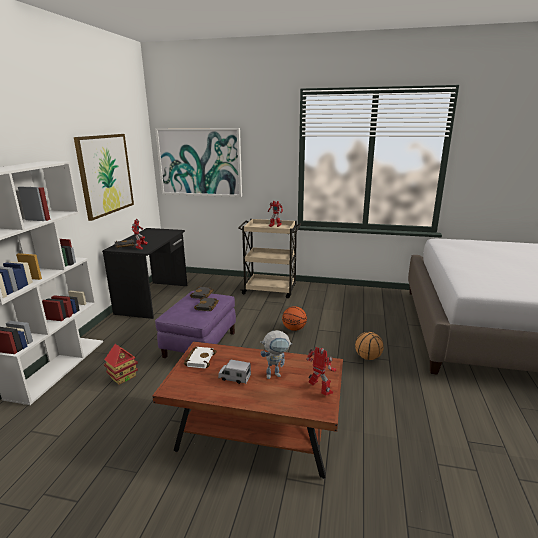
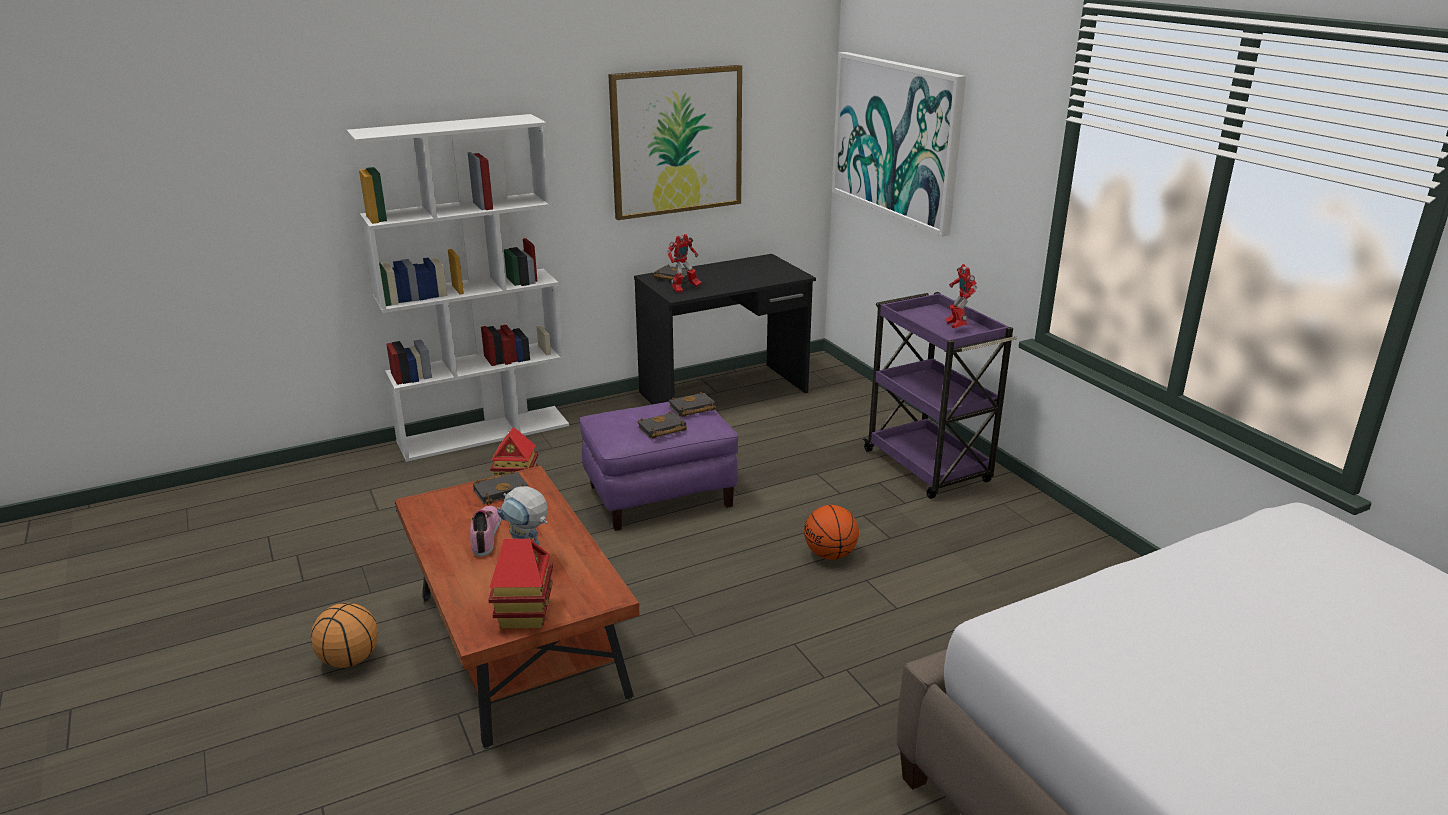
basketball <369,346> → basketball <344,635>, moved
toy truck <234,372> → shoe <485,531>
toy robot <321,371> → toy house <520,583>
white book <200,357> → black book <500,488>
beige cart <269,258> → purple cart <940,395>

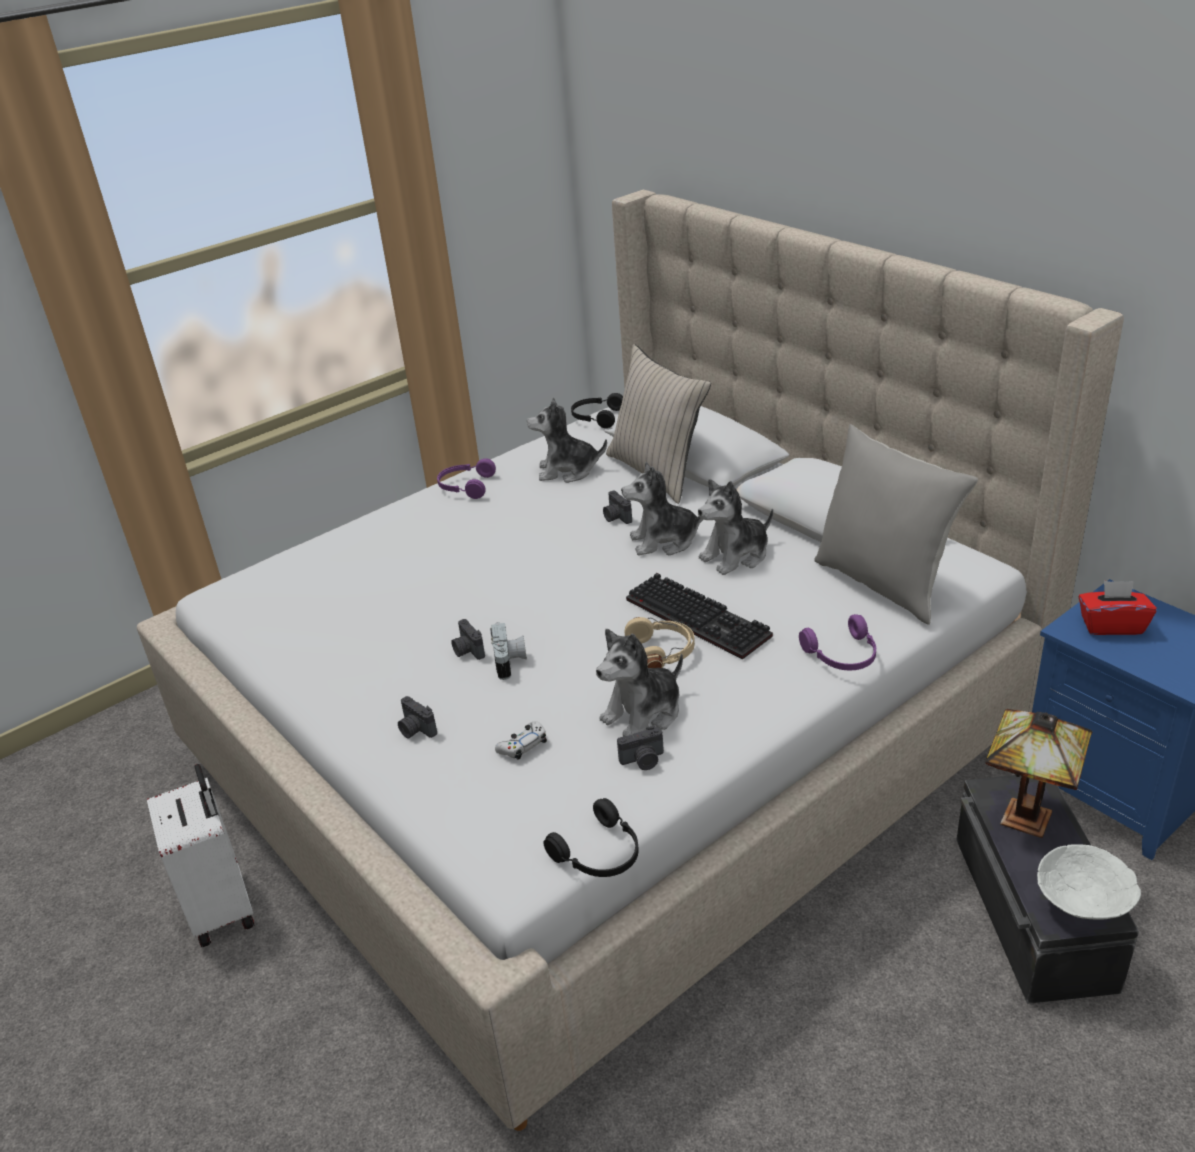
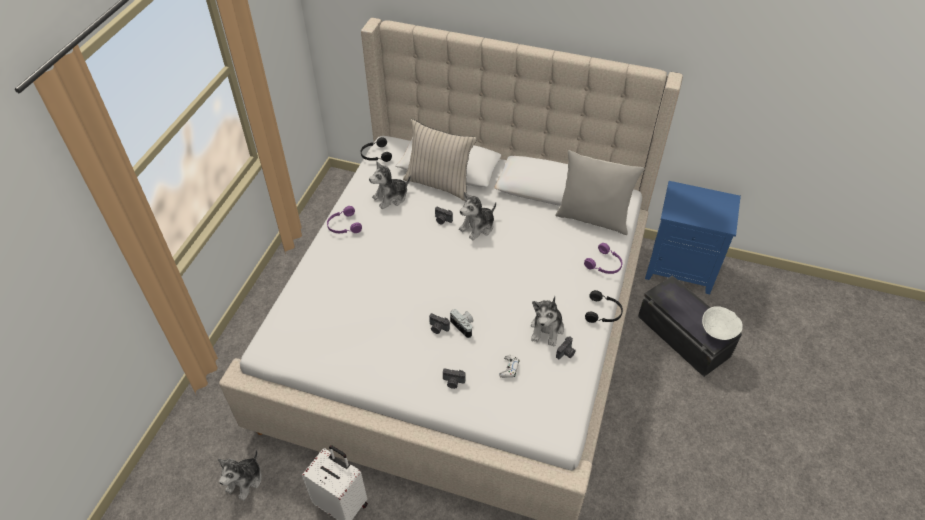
beige headphones <660,642> → -
keyboard <699,616> → -
table lamp <1038,773> → -
red tissue box <1118,608> → -
black headphones <591,837> → black headphones <604,306>, moved
plush toy <735,527> → plush toy <240,475>, moved

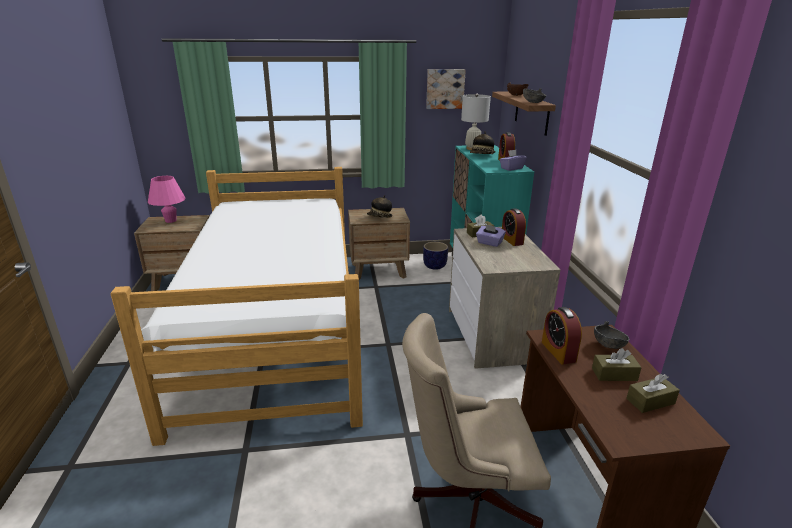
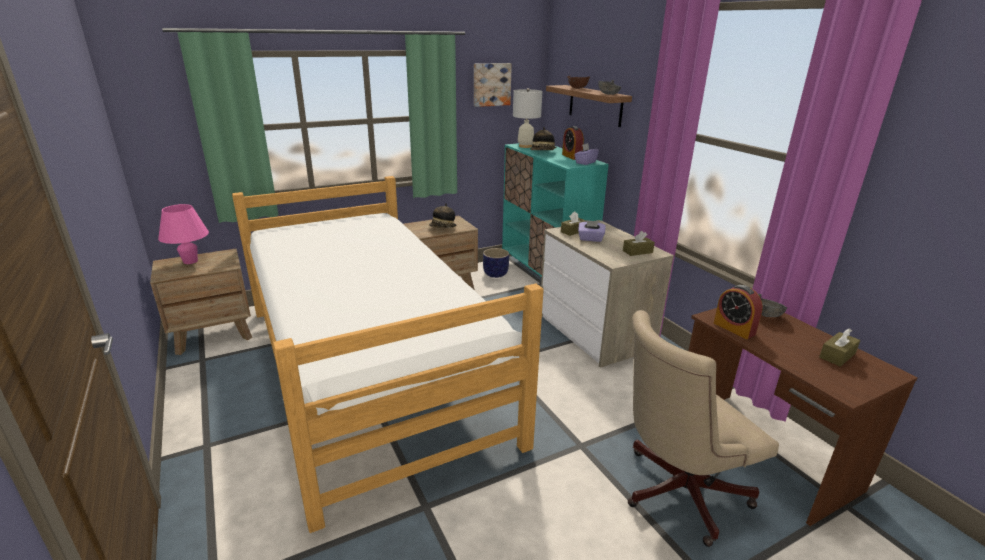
alarm clock <514,227> → -
brown tissue box <617,364> → brown tissue box <639,243>, moved

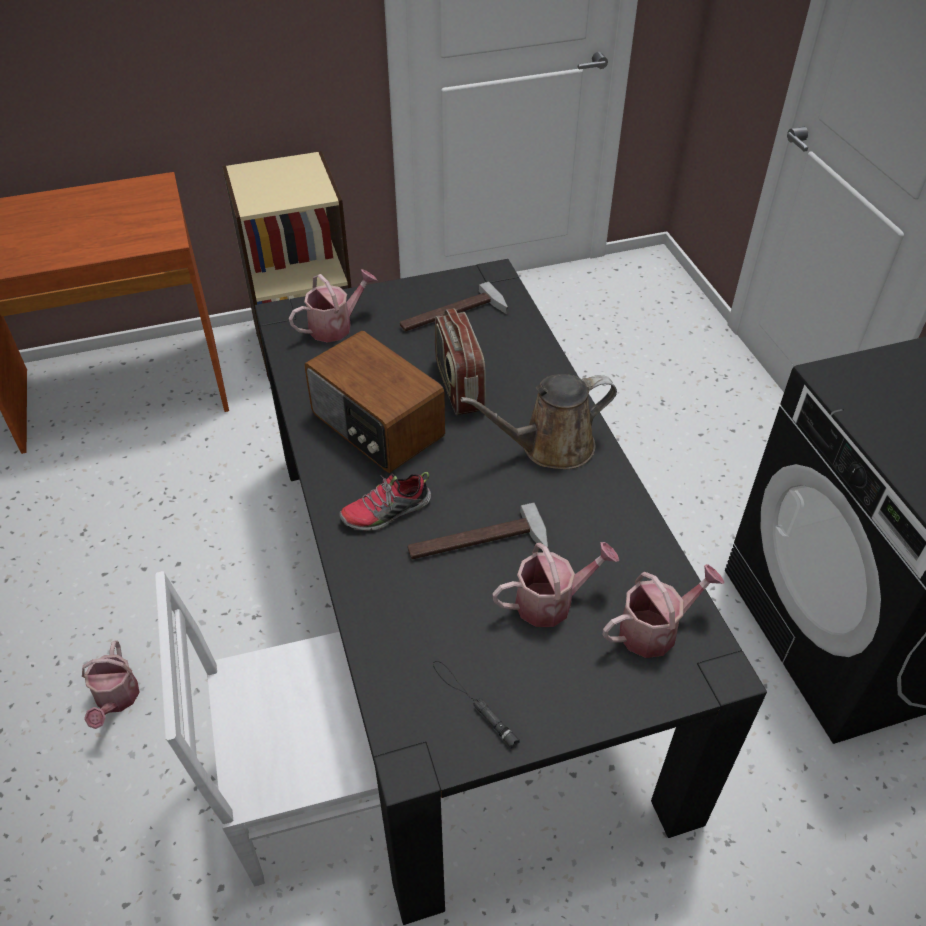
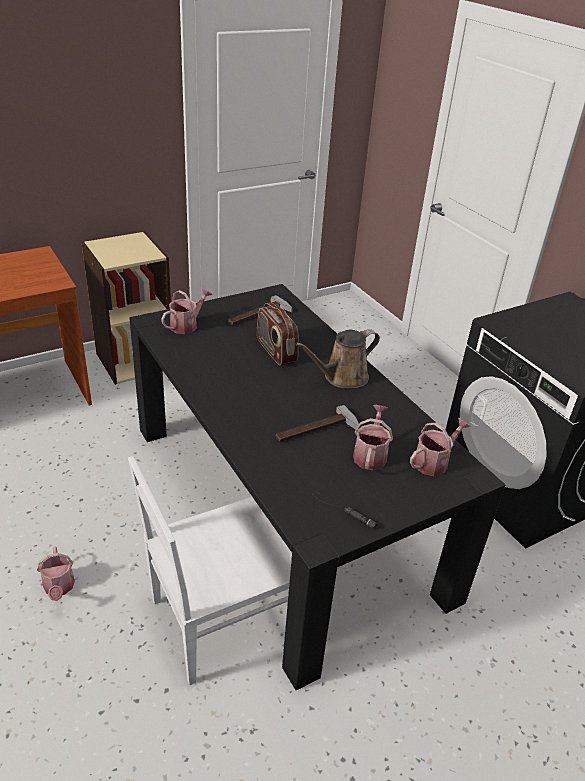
radio <374,402> → -
shoe <385,501> → -
watering can <555,584> → watering can <373,437>, 45 degrees counterclockwise

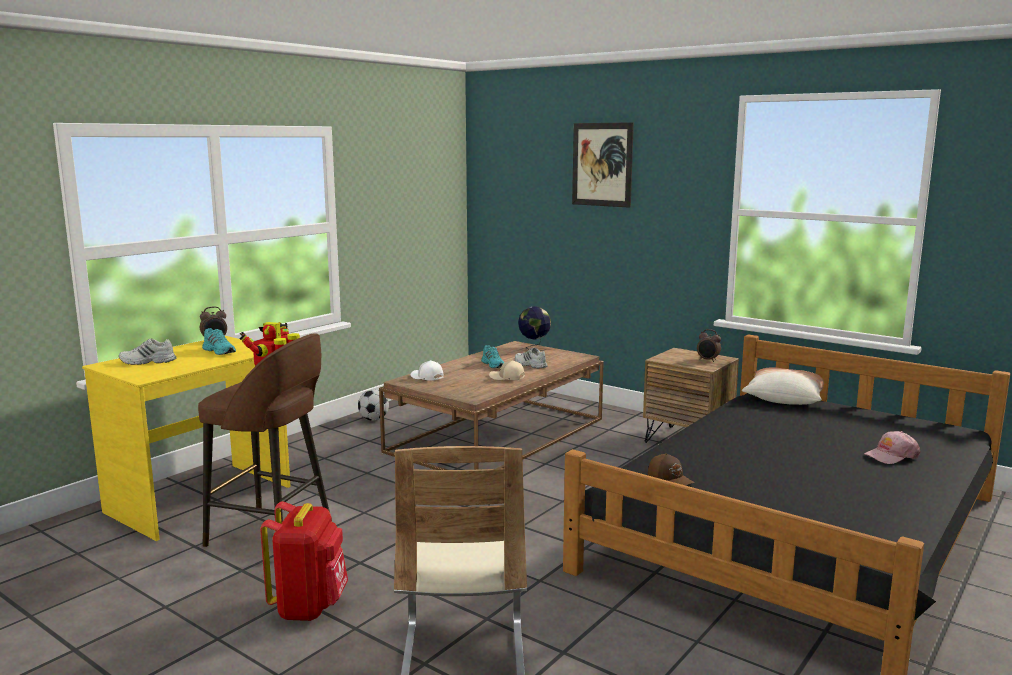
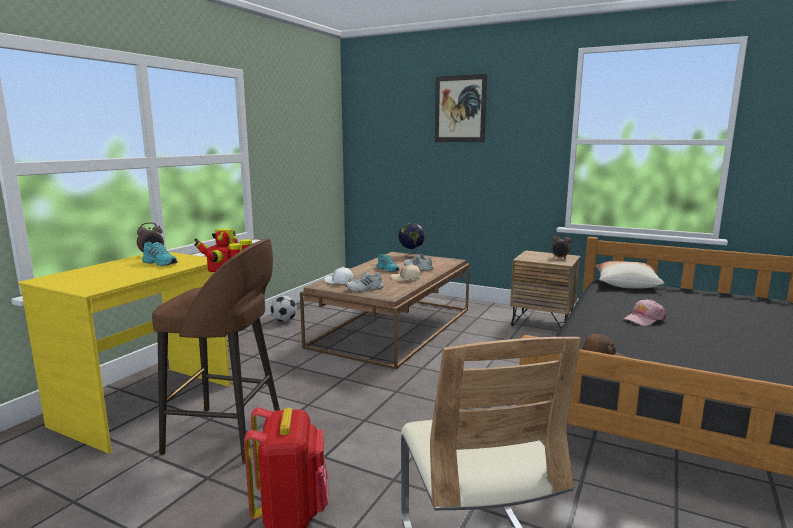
white shoe <147,352> → white shoe <365,282>, moved
pink cap <892,447> → pink cap <645,312>, moved

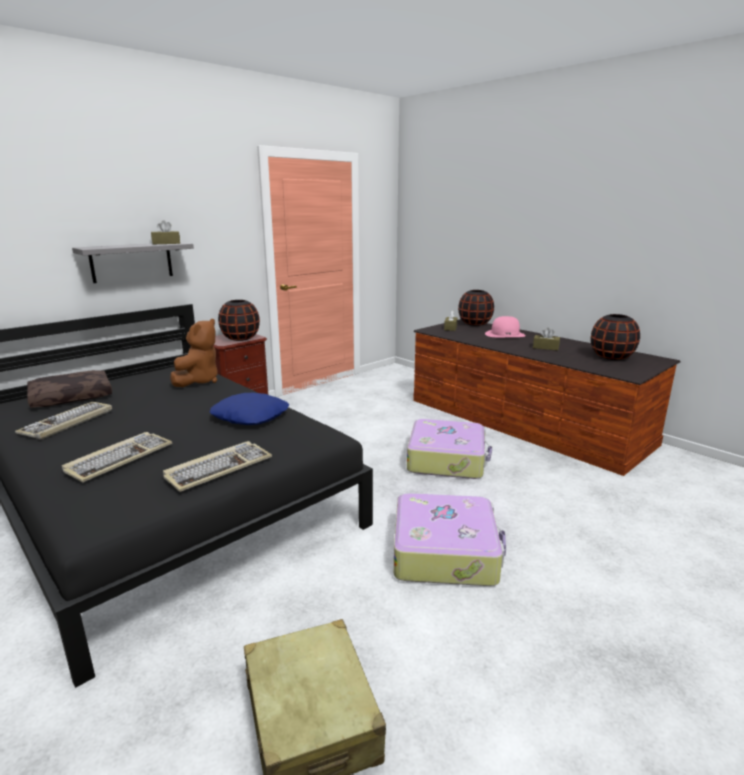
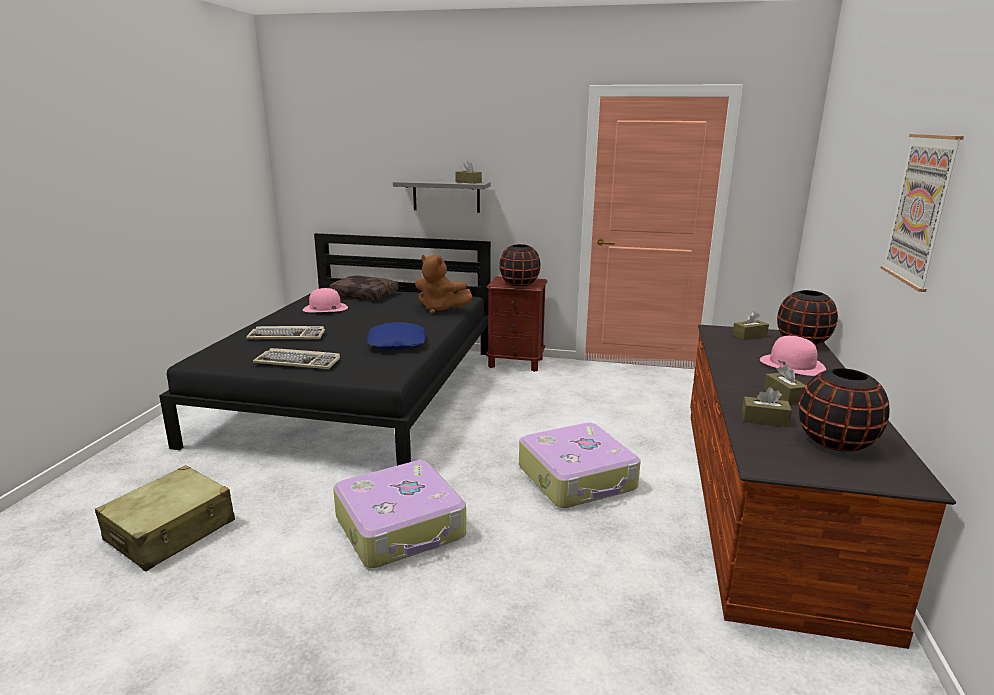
- → brown tissue box <767,407>
- → picture <922,213>
keyboard <63,421> → pink hat <325,300>
brown plush toy <194,353> → brown plush toy <444,284>, 45 degrees clockwise

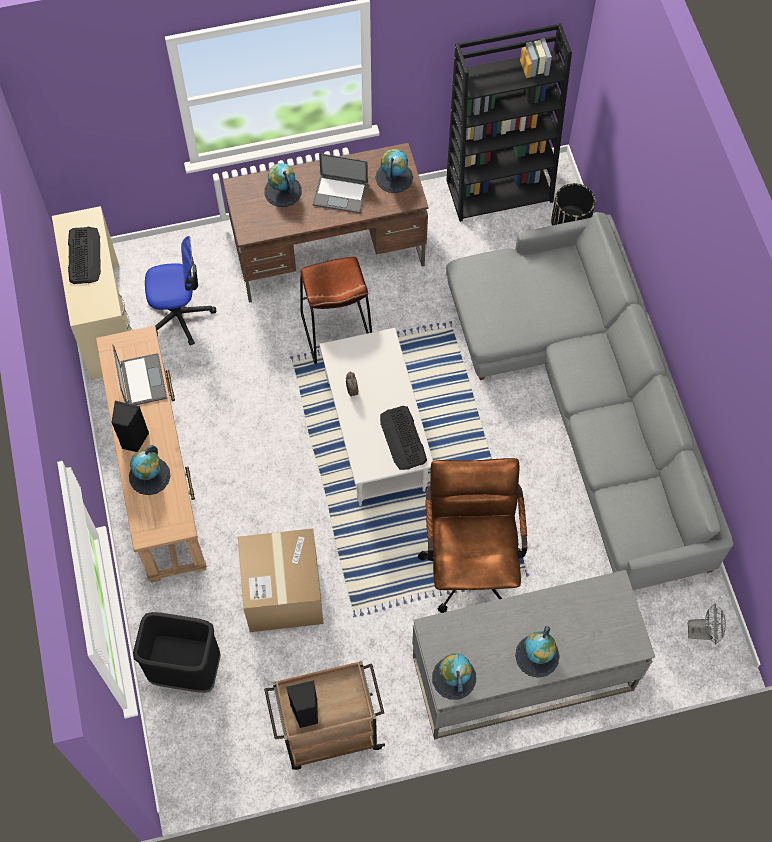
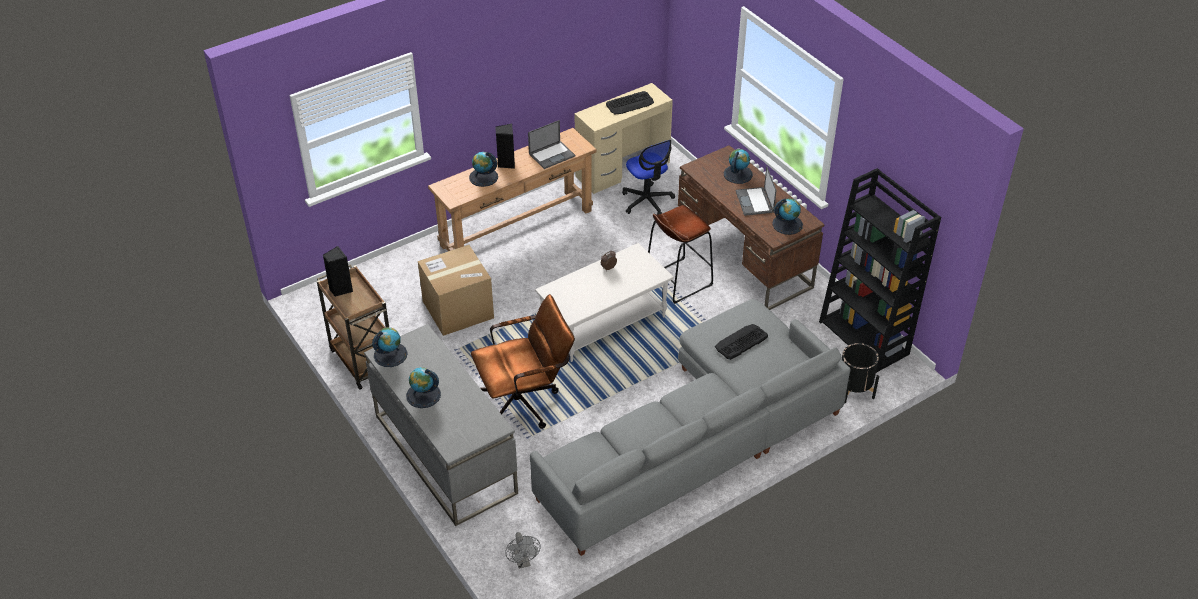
black trash can <177,652> → -
keyboard <403,438> → keyboard <741,342>, moved

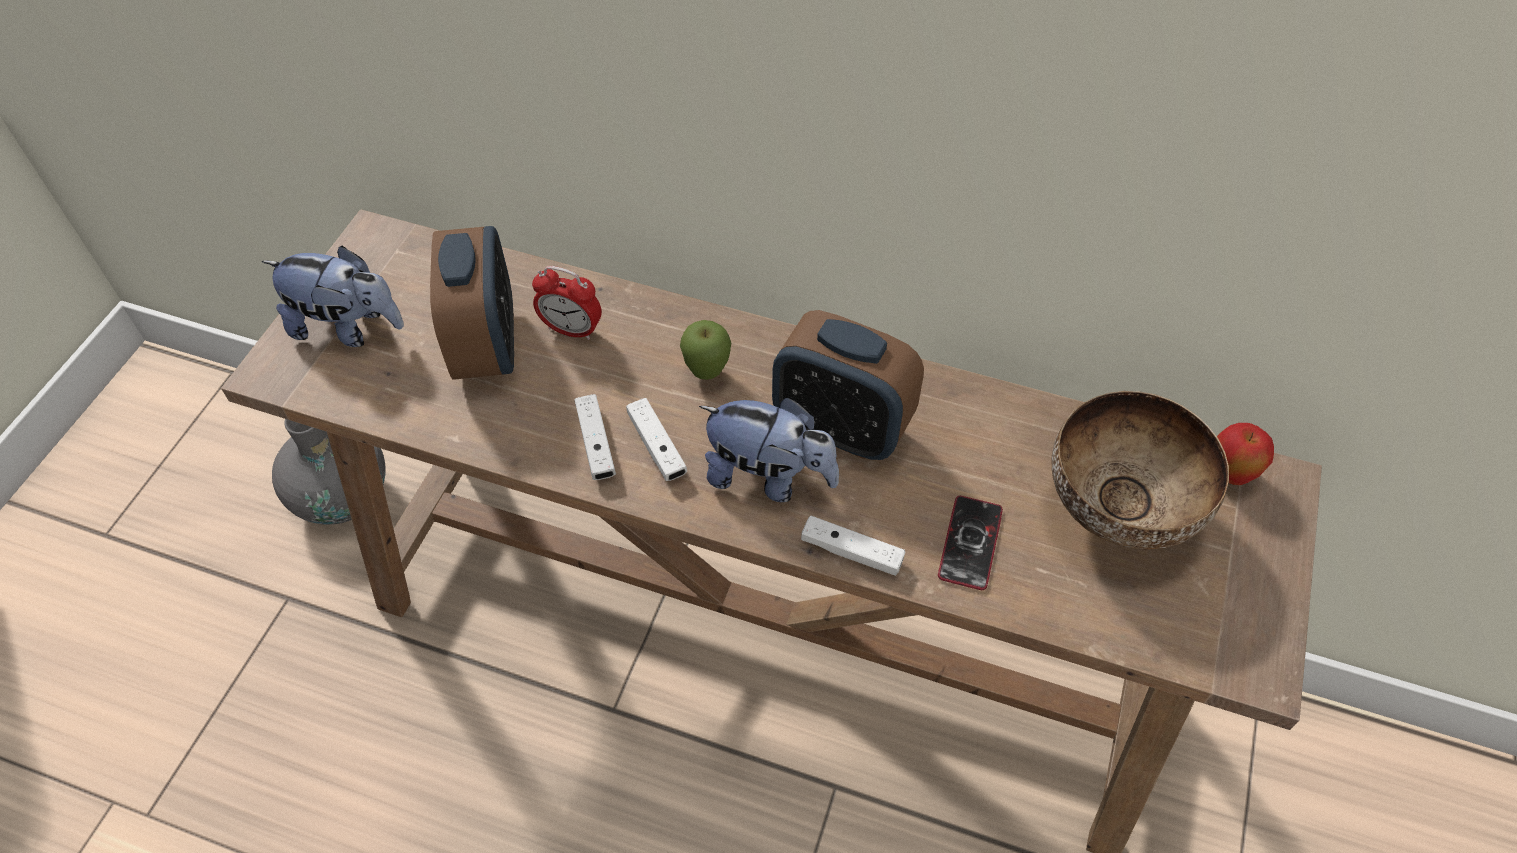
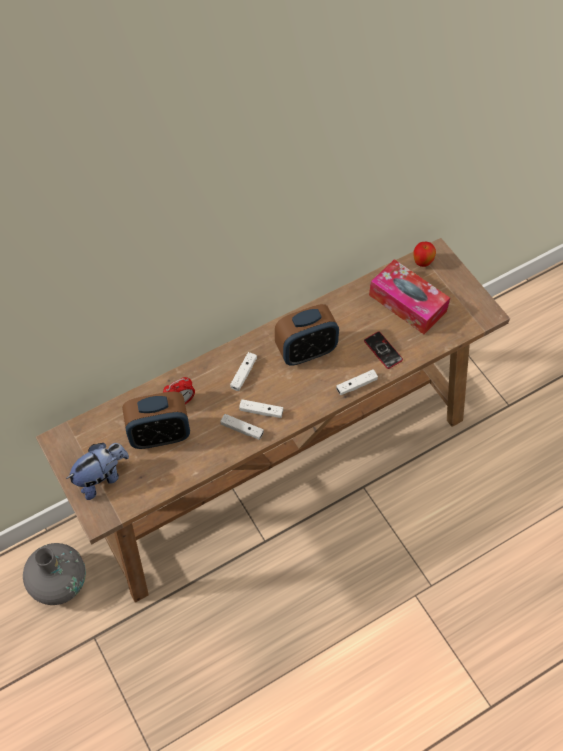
plush toy <769,449> → -
apple <705,350> → white game controller <243,371>
bowl <1140,470> → tissue box <409,296>
alarm clock <472,303> → alarm clock <156,420>, 135 degrees clockwise

